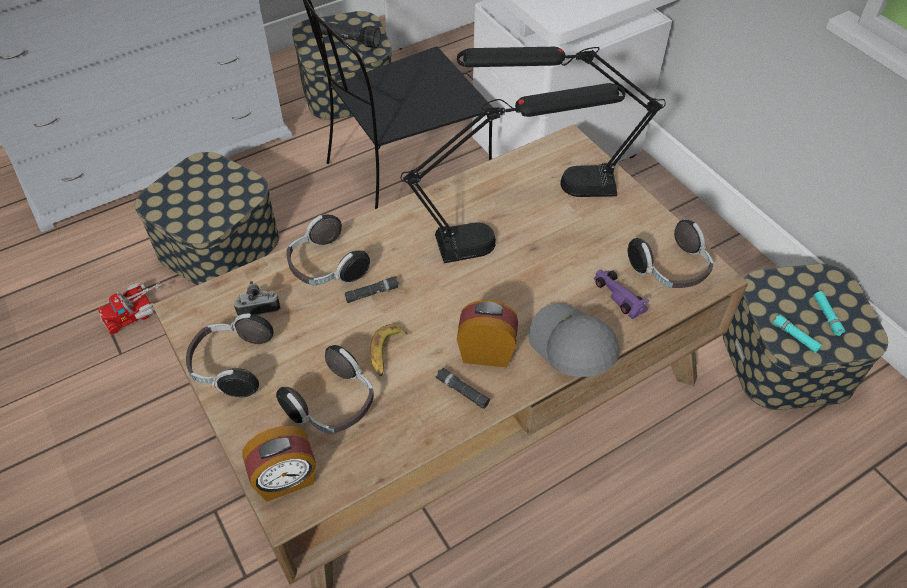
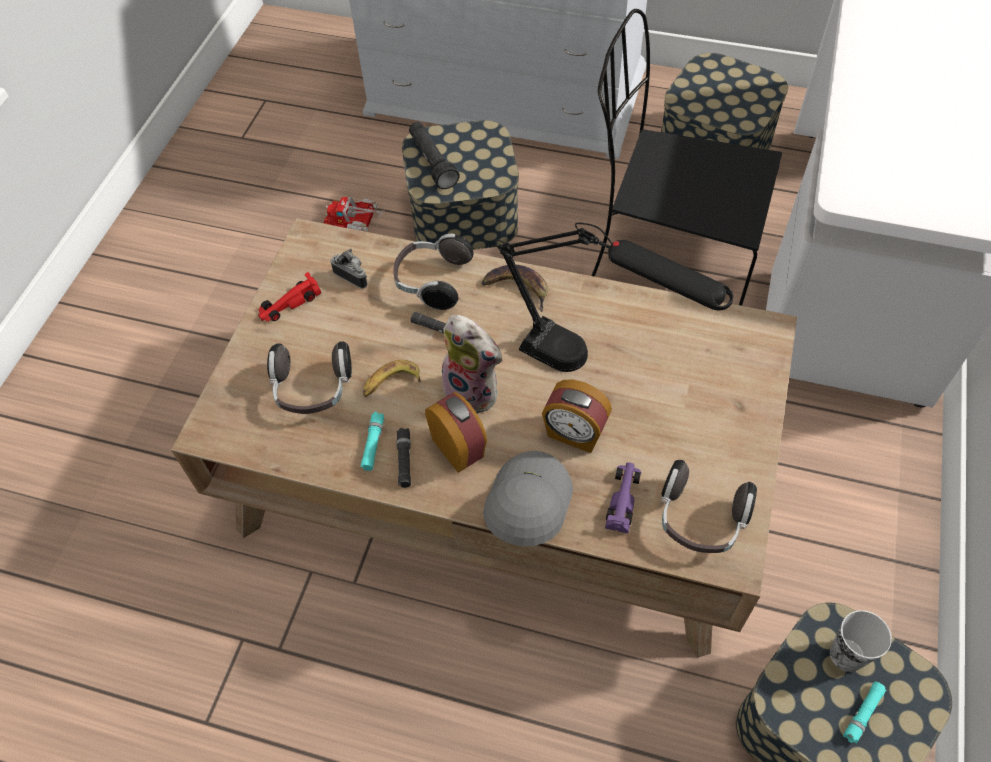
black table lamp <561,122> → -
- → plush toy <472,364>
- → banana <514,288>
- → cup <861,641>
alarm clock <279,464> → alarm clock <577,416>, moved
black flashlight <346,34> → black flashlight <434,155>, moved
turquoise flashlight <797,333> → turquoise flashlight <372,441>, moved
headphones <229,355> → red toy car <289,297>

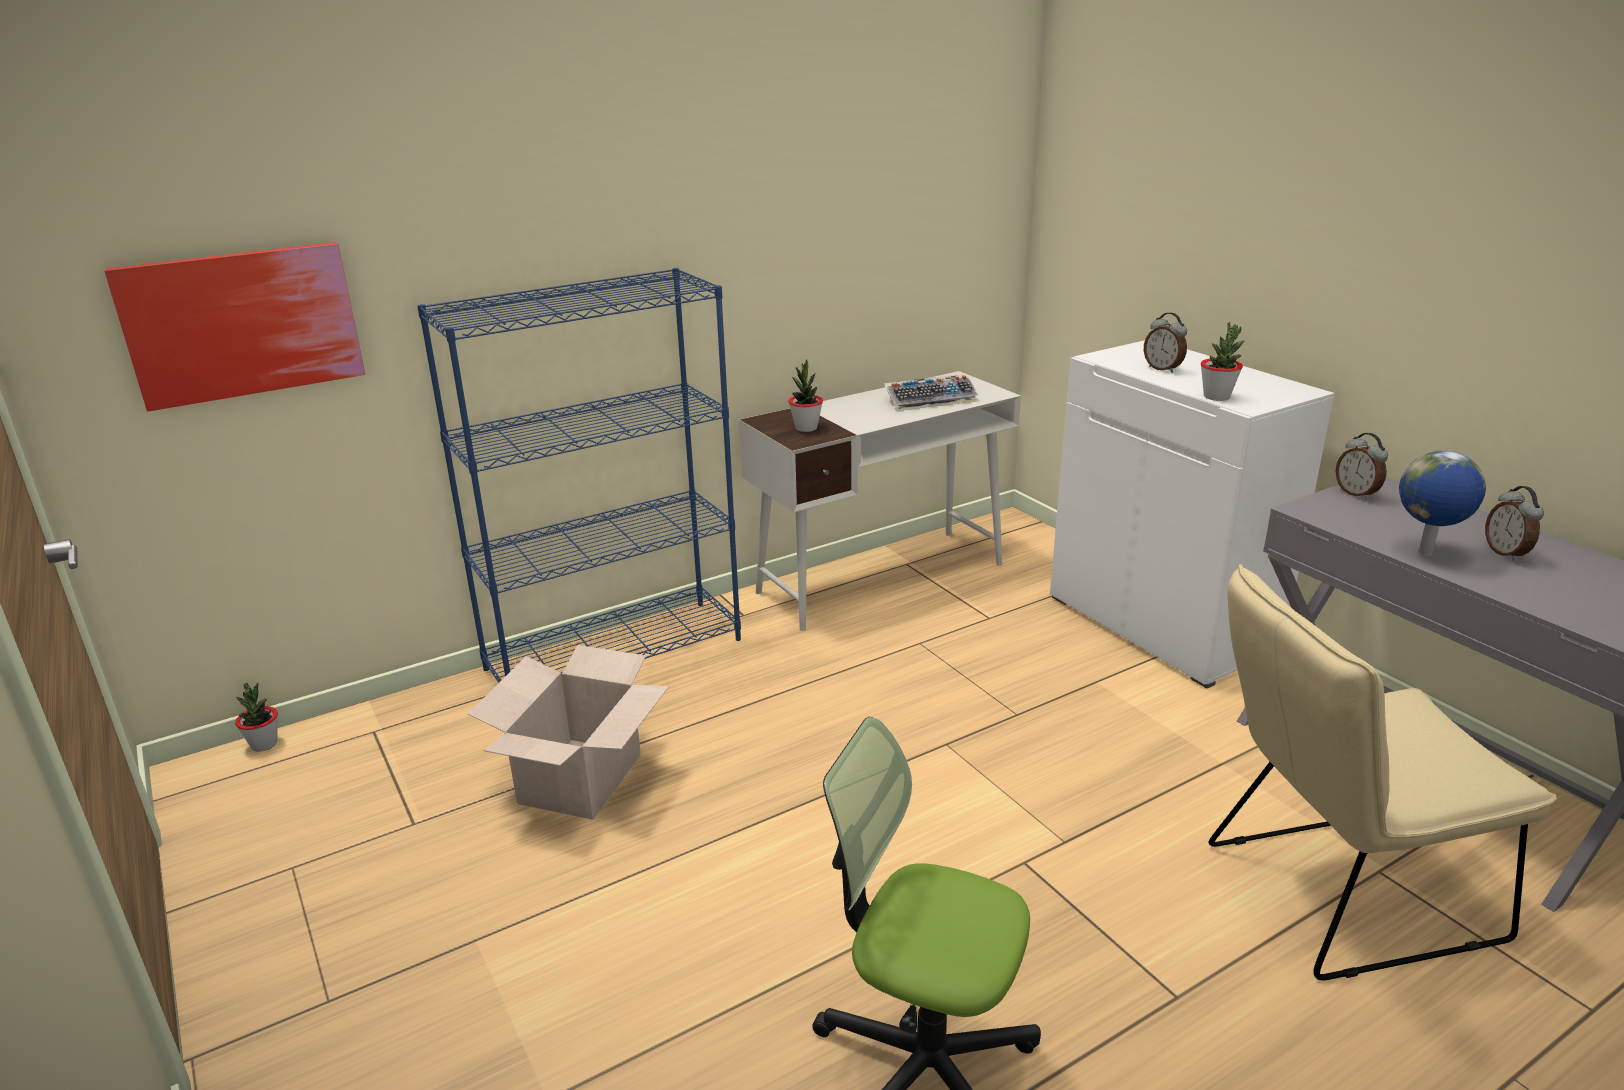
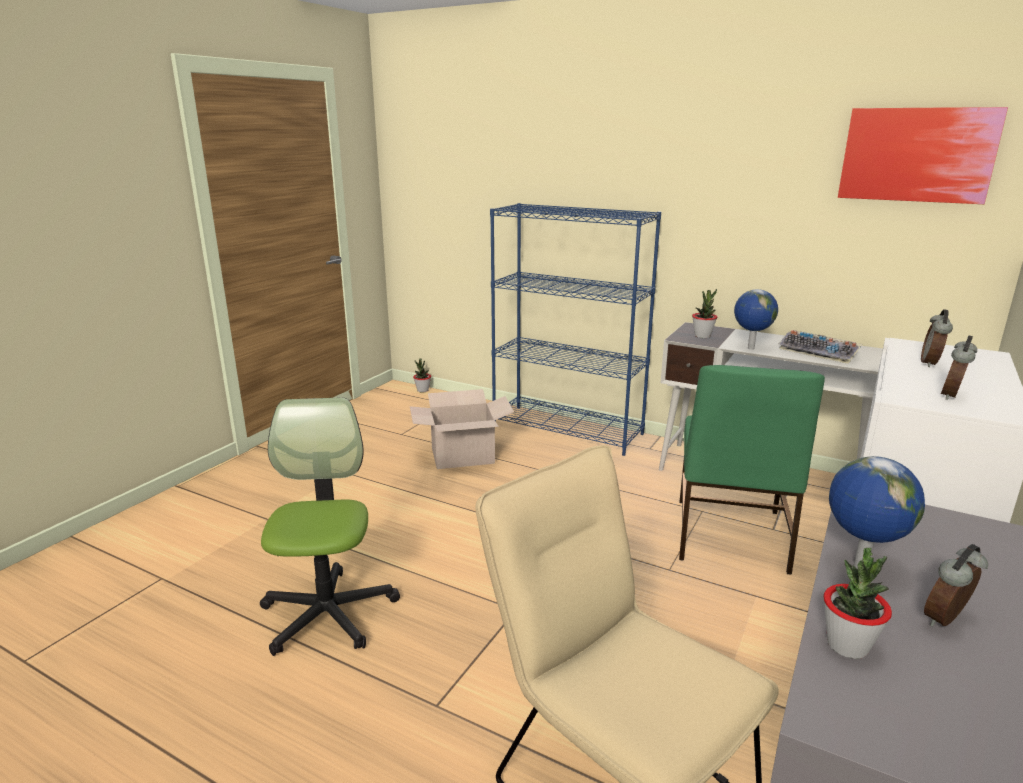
- → green chair <752,470>
- → globe <756,319>
picture <234,327> → picture <923,155>, moved
potted plant <1223,361> → potted plant <857,603>, moved
alarm clock <1361,466> → alarm clock <959,367>, moved

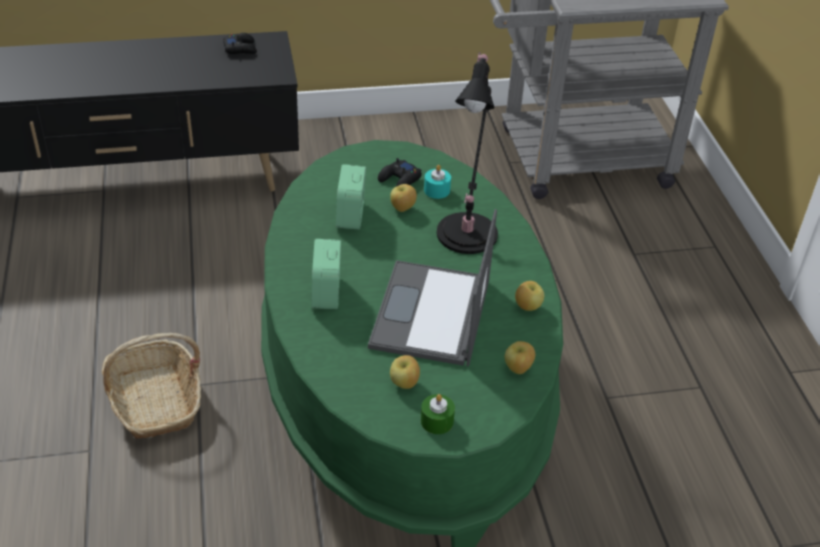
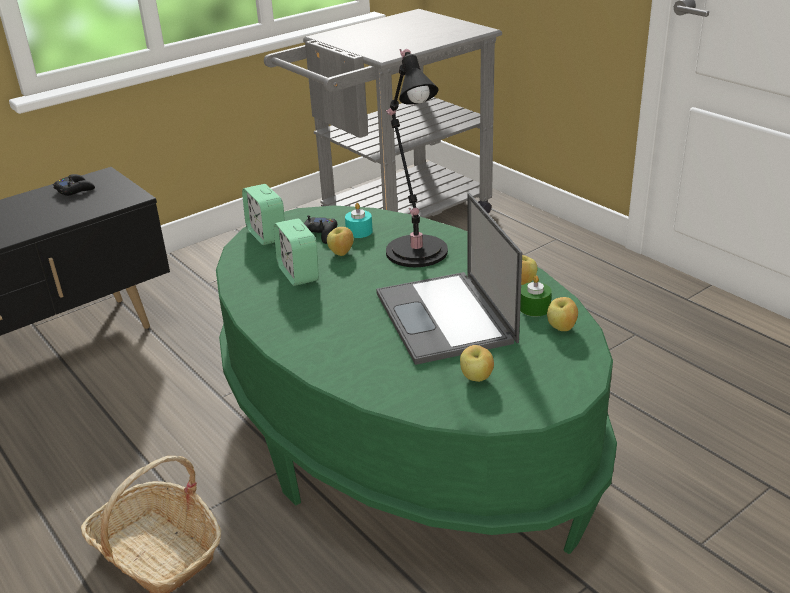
alarm clock <326,274> → alarm clock <263,214>, moved
green candle <438,414> → green candle <536,295>, moved

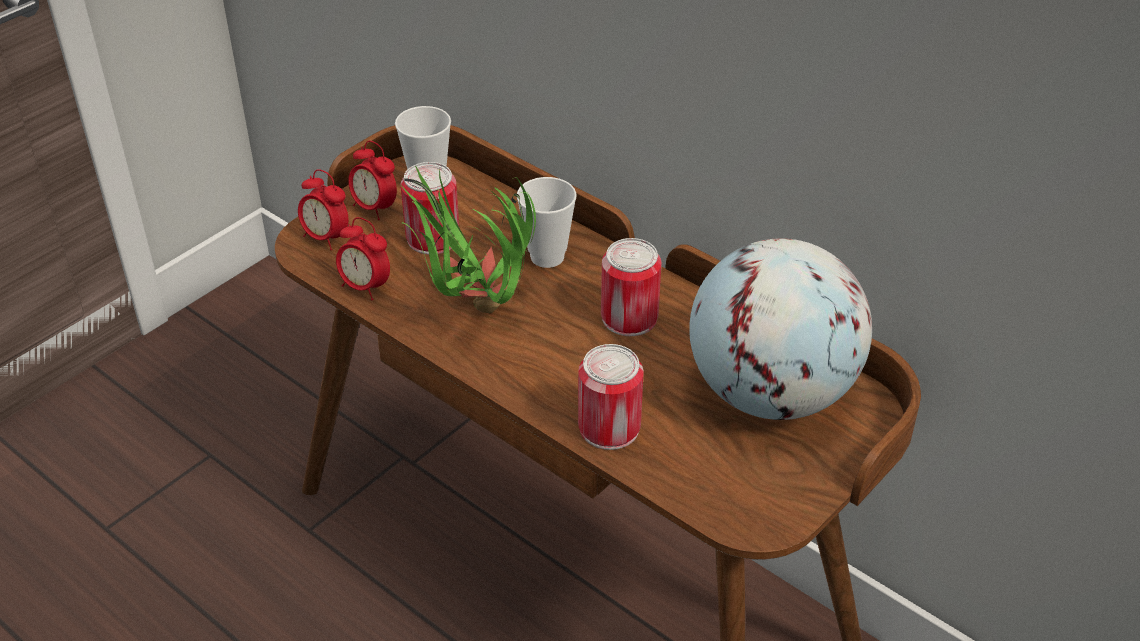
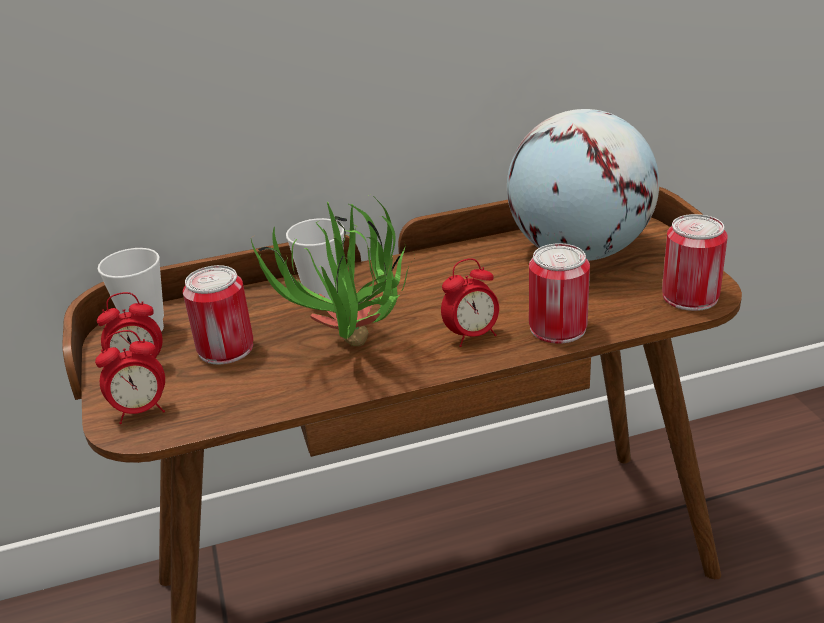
alarm clock <363,258> → alarm clock <470,302>, moved
can <631,287> → can <695,262>, moved

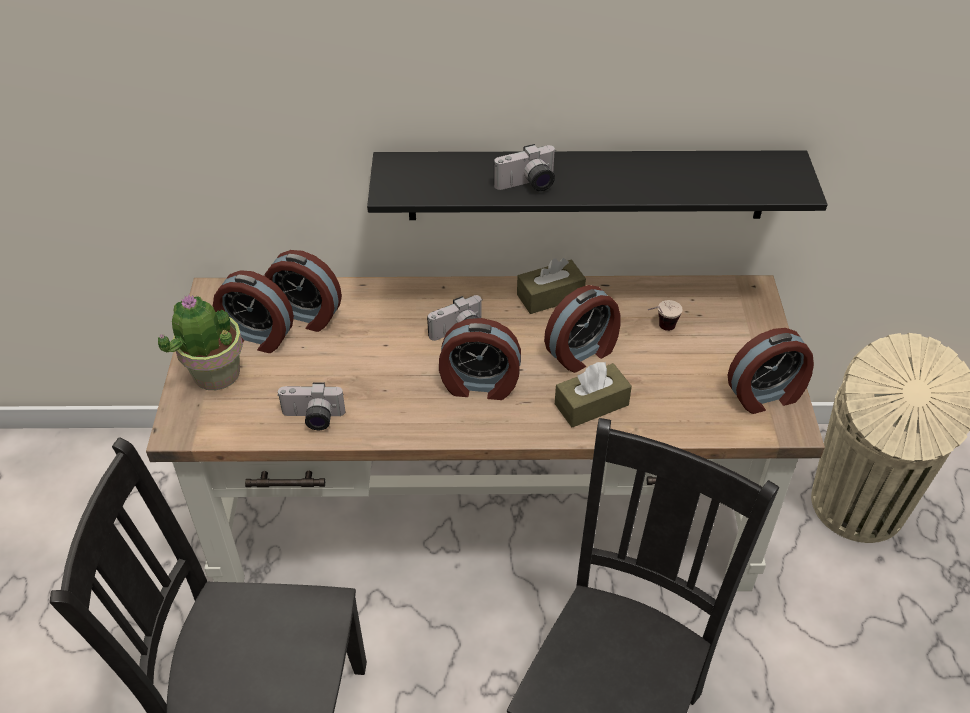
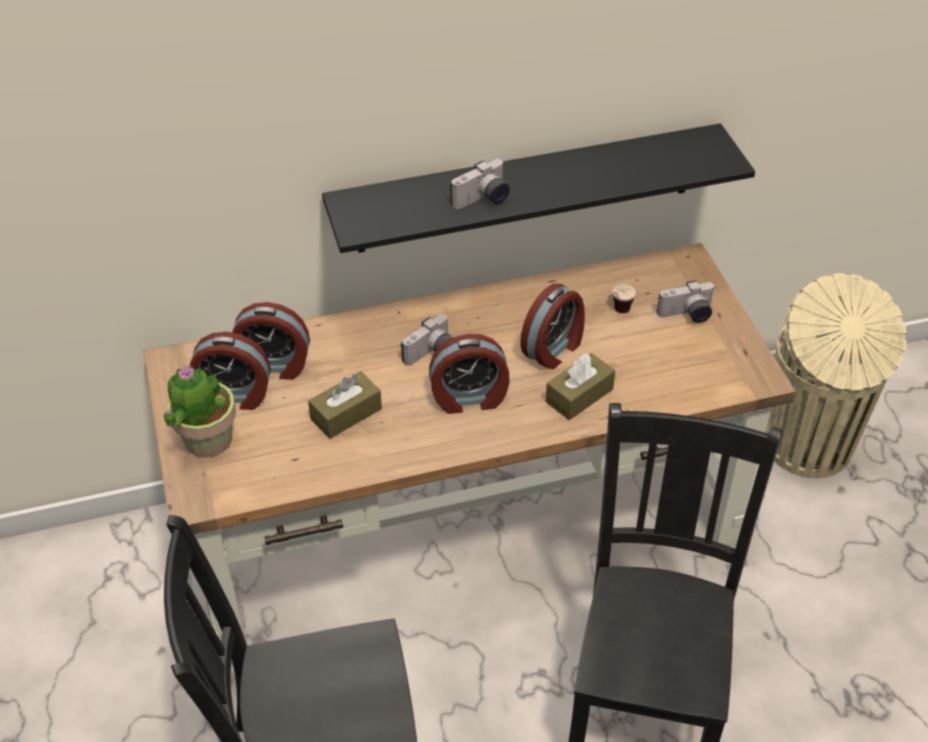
alarm clock <771,371> → -
photo camera <311,406> → photo camera <686,301>, moved
brown tissue box <551,286> → brown tissue box <345,405>, moved

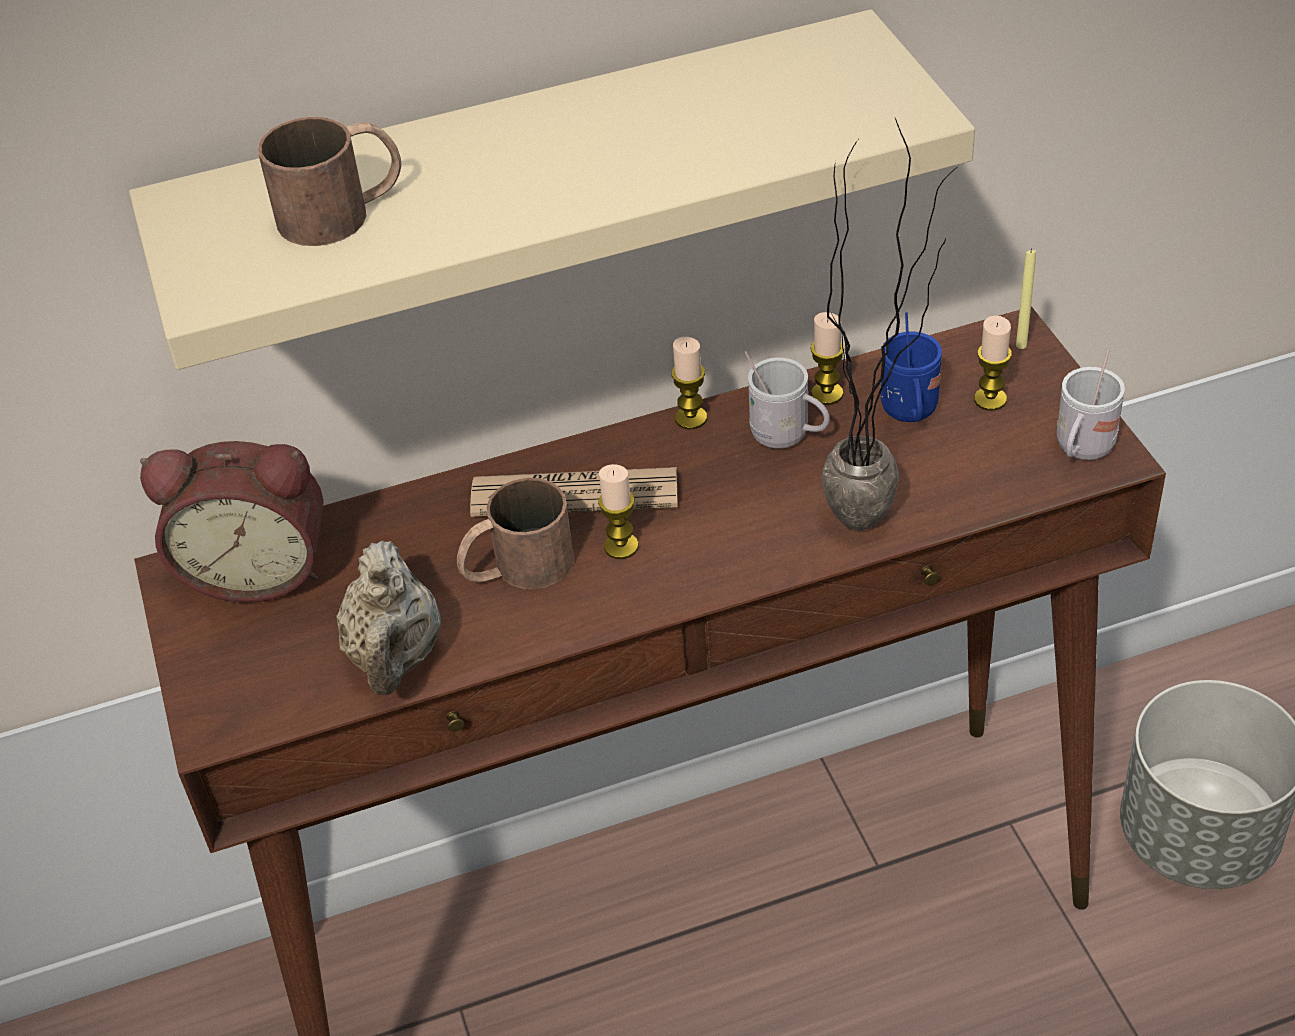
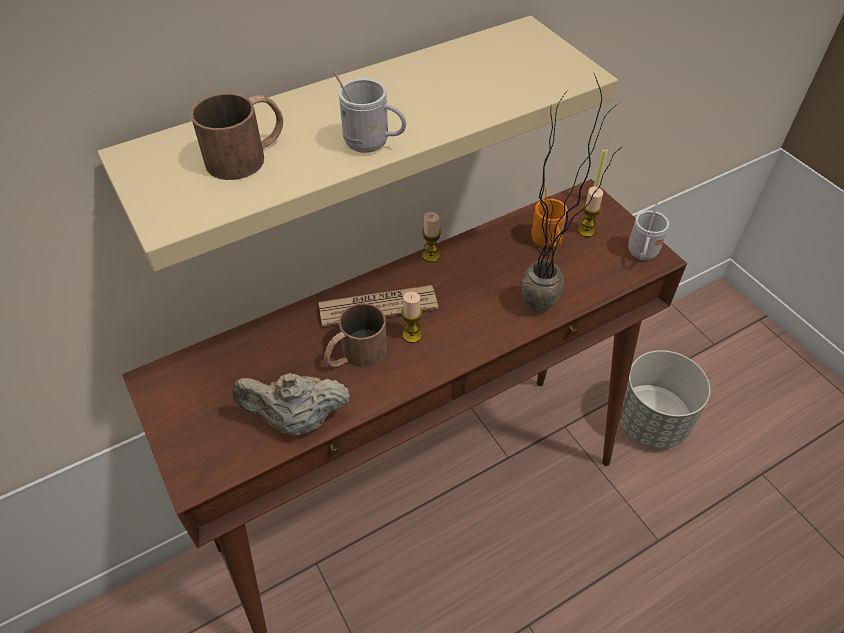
alarm clock <231,522> → -
candle <827,358> → -
white mug <787,400> → white mug <369,112>, moved
blue mug <911,367> → orange mug <549,218>
beige teapot <388,617> → beige teapot <291,404>, 105 degrees clockwise

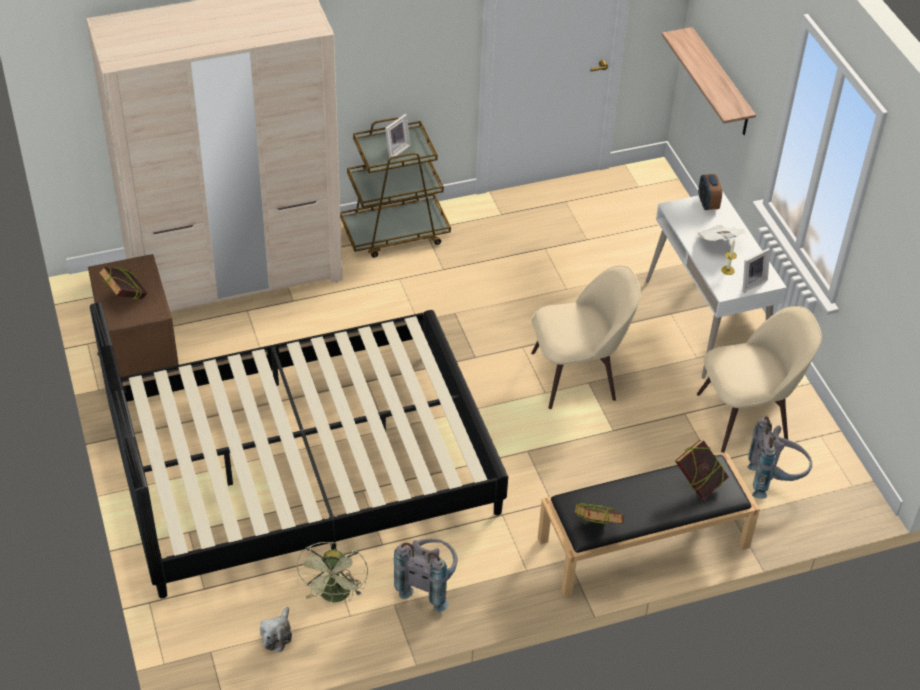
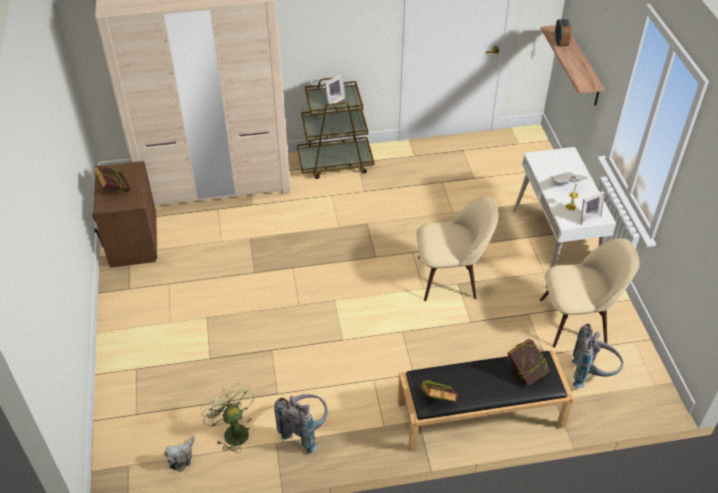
black bed <299,450> → -
alarm clock <710,192> → alarm clock <563,32>, moved
green fan <332,572> → green fan <227,418>, 135 degrees clockwise

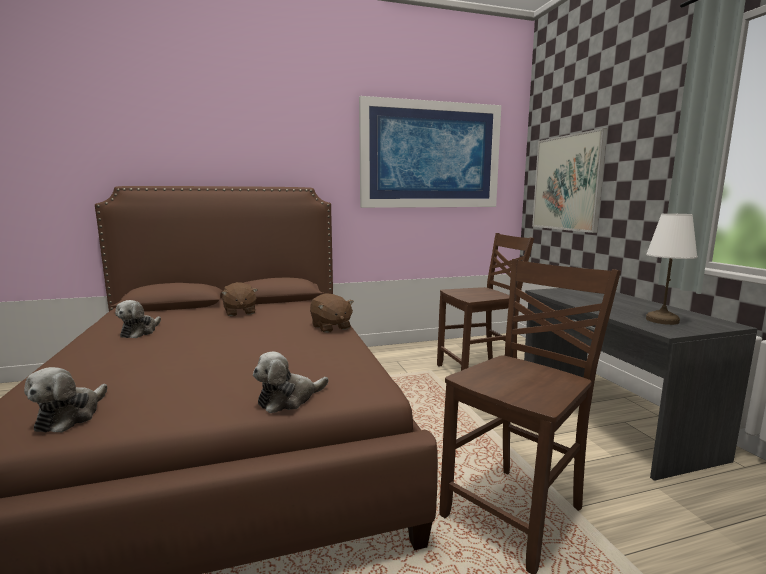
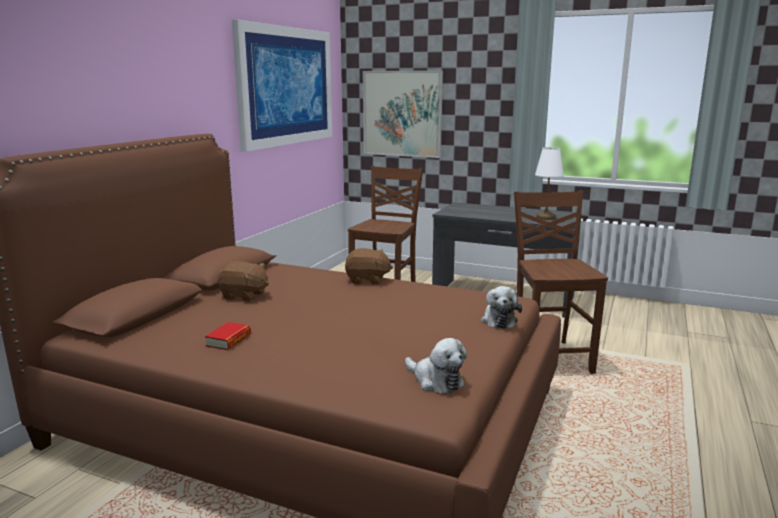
plush toy <138,319> → book <228,336>

